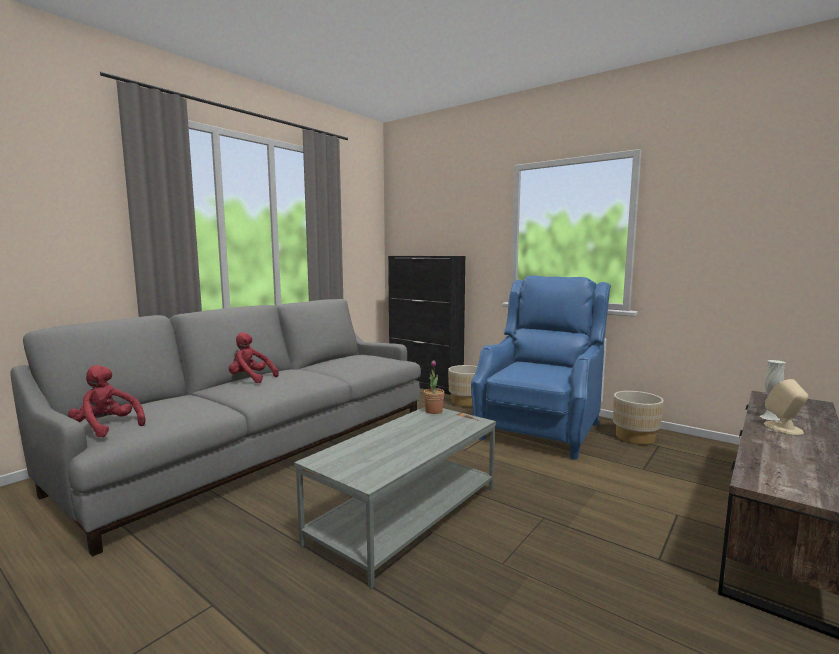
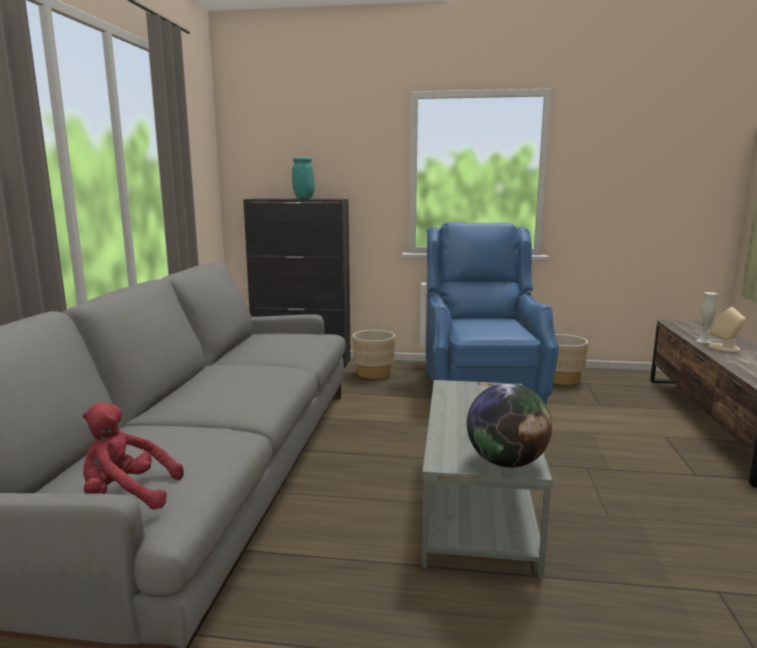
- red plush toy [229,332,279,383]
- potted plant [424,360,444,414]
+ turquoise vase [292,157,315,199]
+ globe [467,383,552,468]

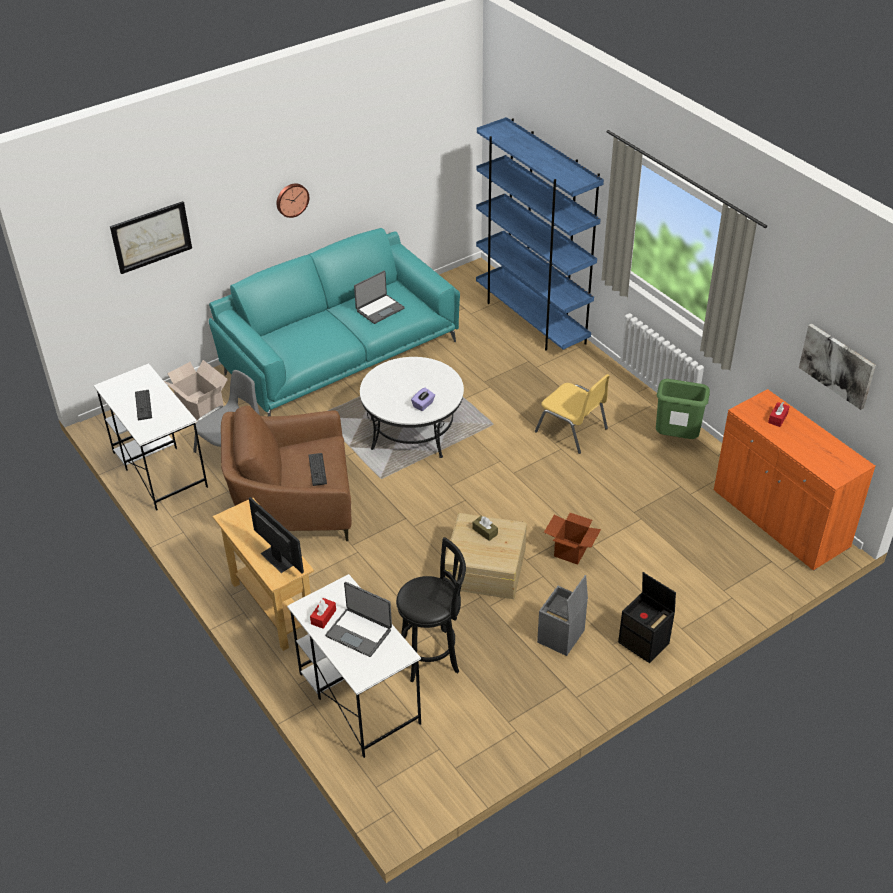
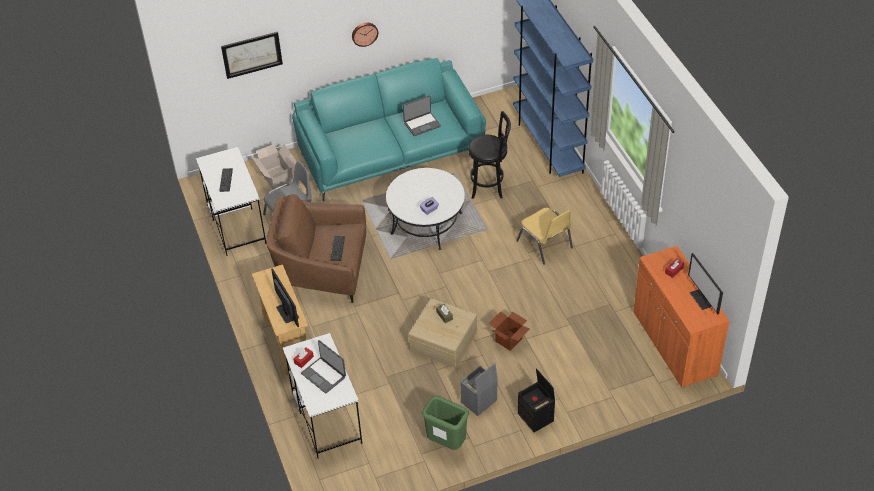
- picture [799,323,876,410]
~ green trash can [656,379,710,439] to [422,396,469,450]
~ black stool [396,537,466,682] to [468,111,511,199]
+ monitor [688,253,723,314]

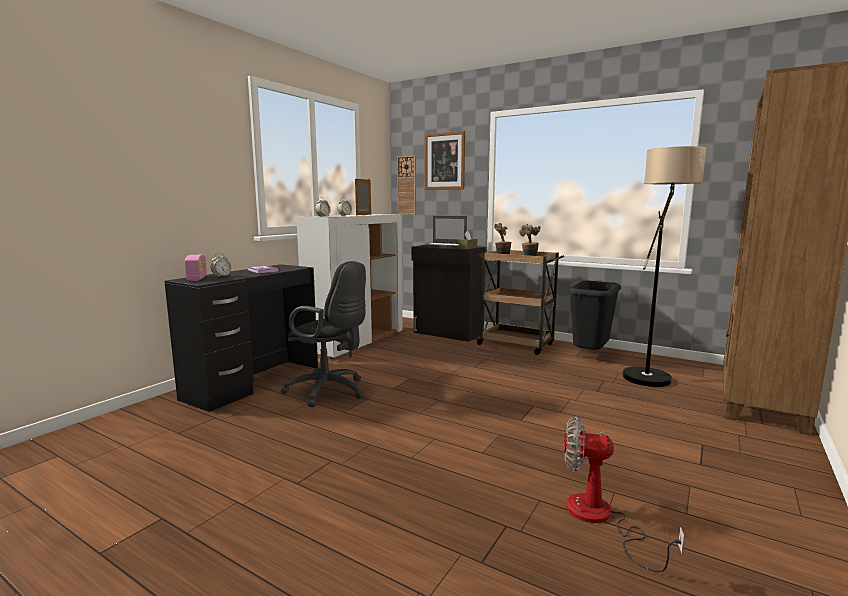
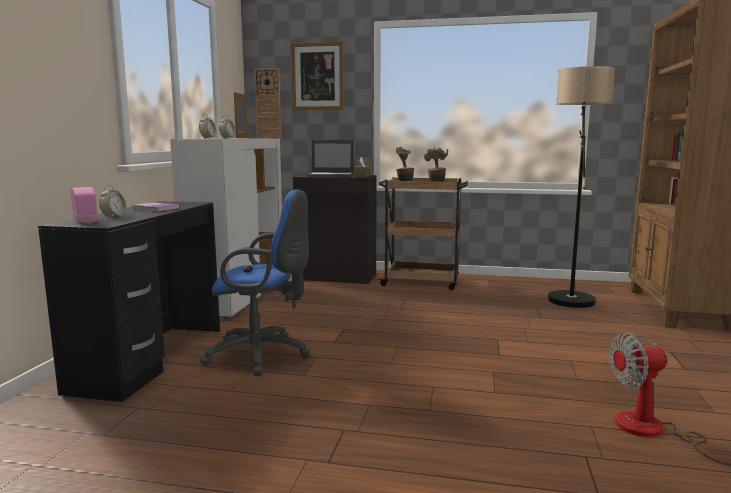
~ black office chair [281,261,366,407] to blue office chair [200,189,310,376]
- black trash can [568,281,621,350]

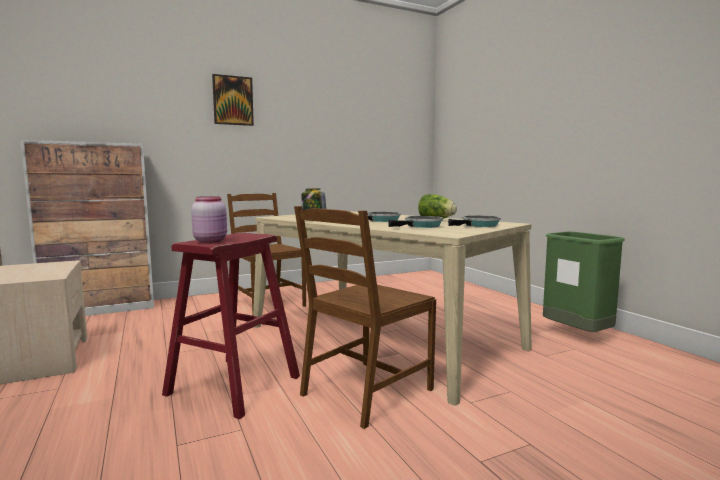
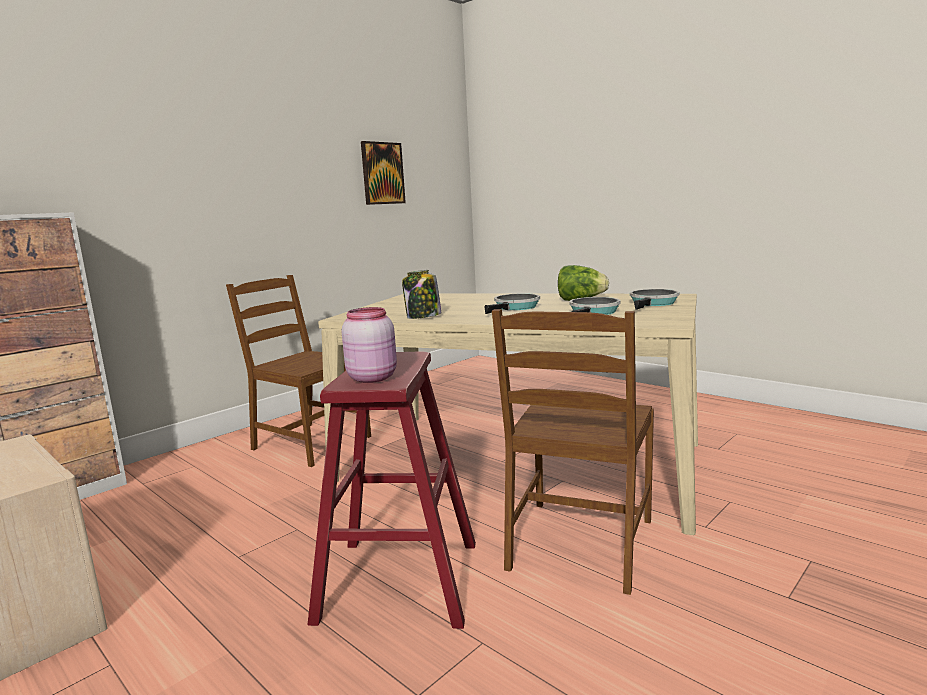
~ picture [212,74,254,126] to [361,141,406,205]
- green trash can [543,232,625,332]

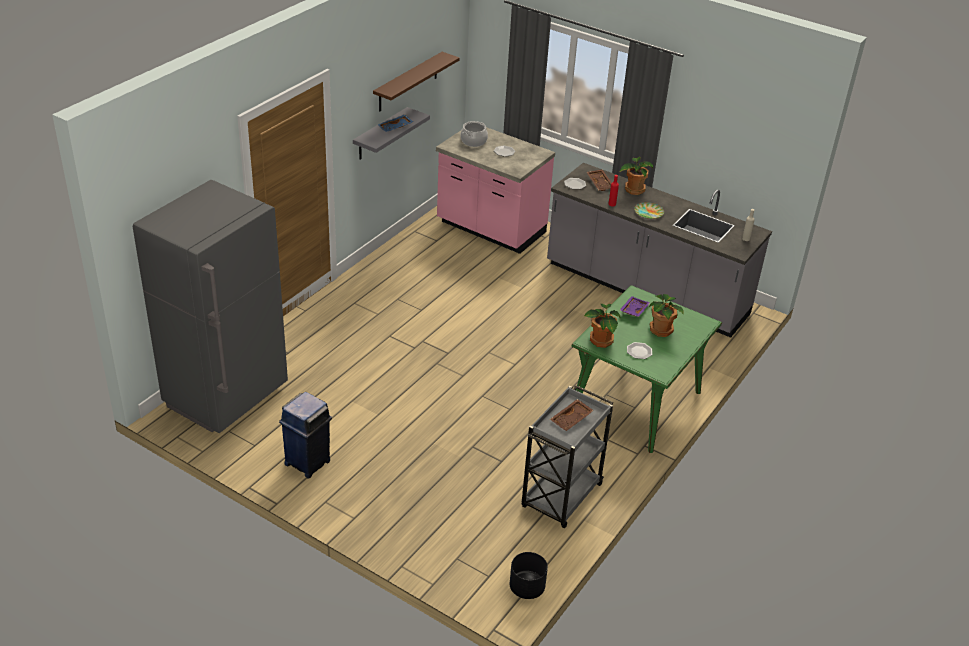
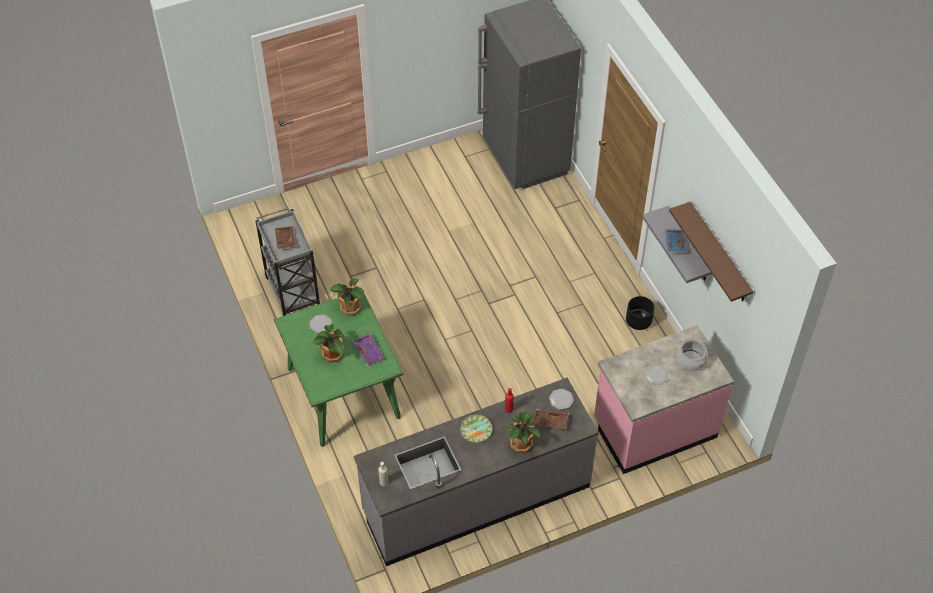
- blue trash can [279,392,332,478]
~ black planter [510,552,548,599] to [626,296,654,330]

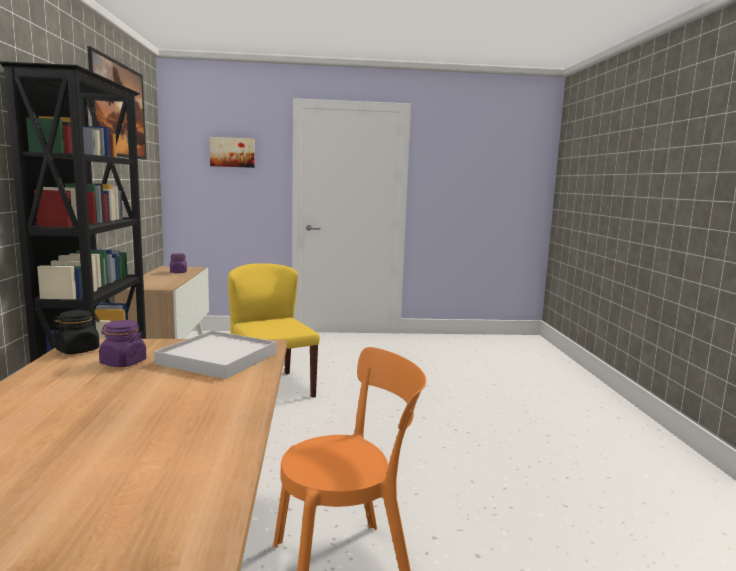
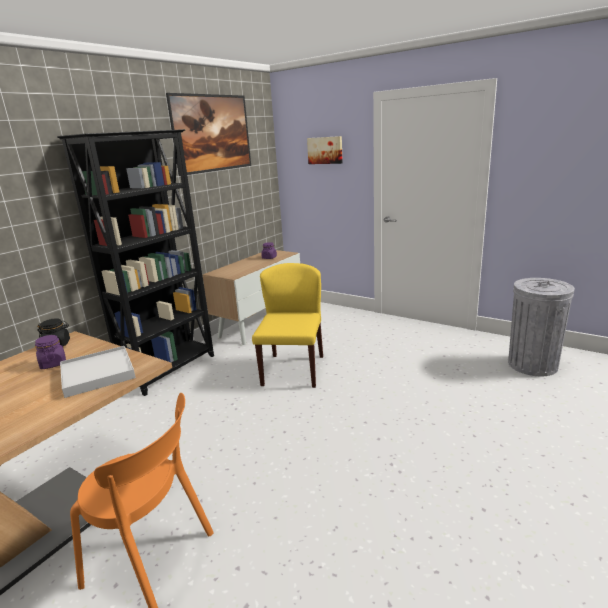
+ grey trash can [508,278,575,376]

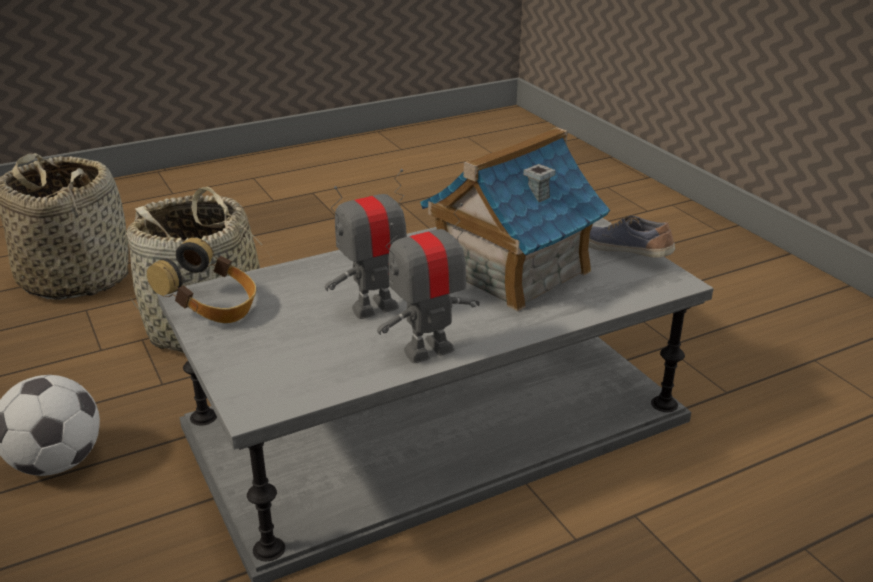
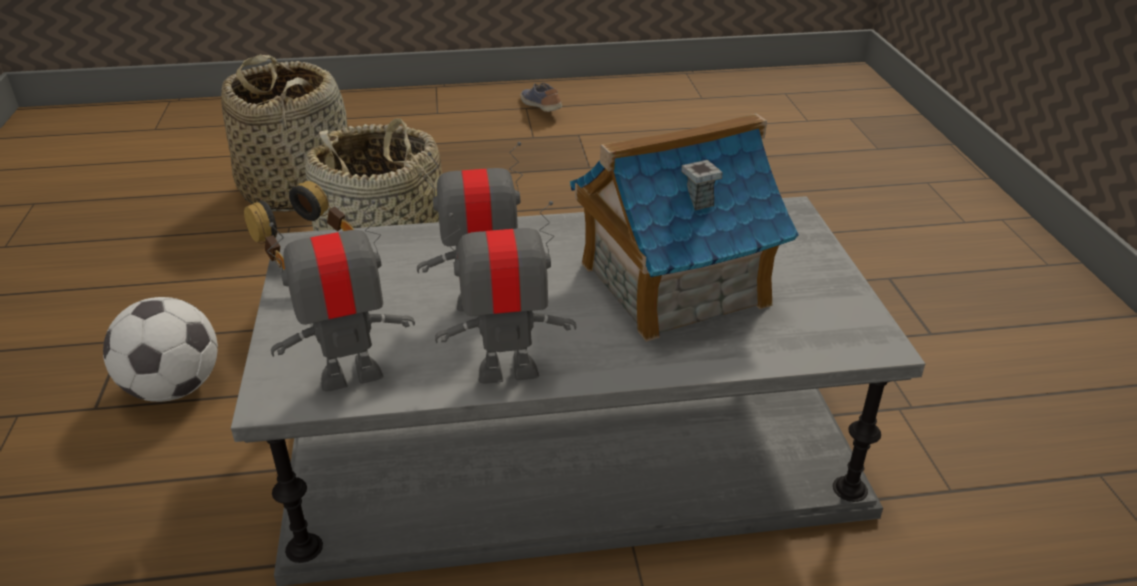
~ shoe [589,215,675,258] to [520,83,562,112]
+ toy robot [267,200,415,392]

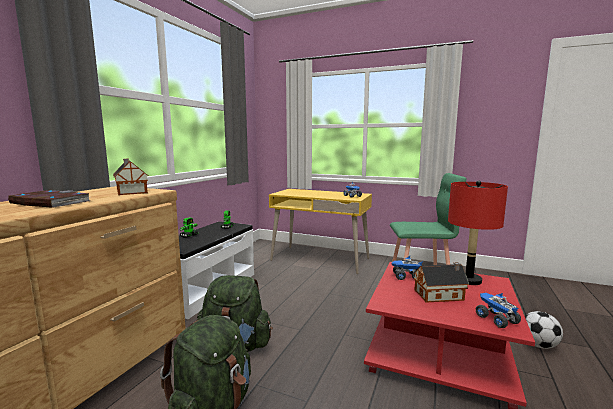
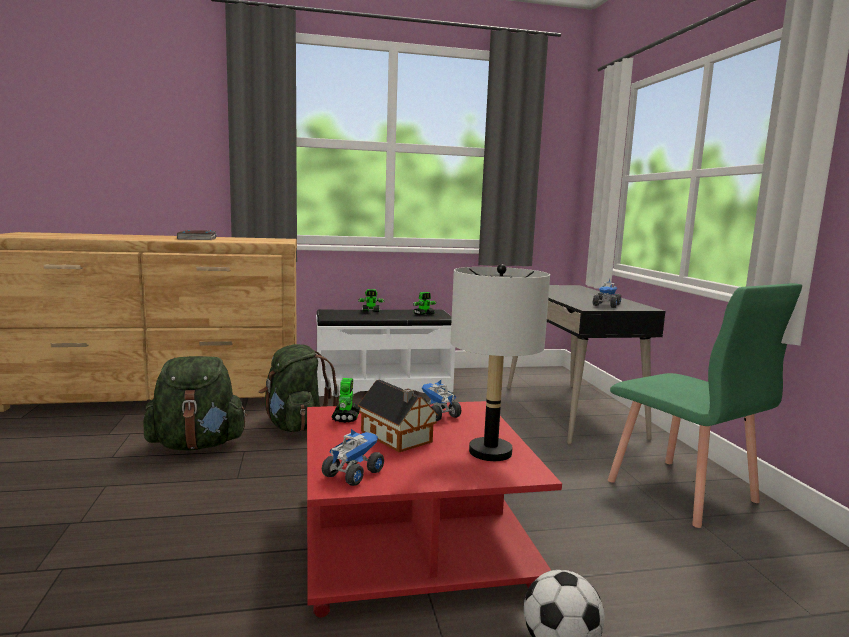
- toy house [113,159,148,195]
~ red table lamp [448,181,508,285] to grey table lamp [451,264,550,461]
~ yellow desk [269,189,372,274] to black desk [507,285,665,444]
+ toy robot [331,378,360,423]

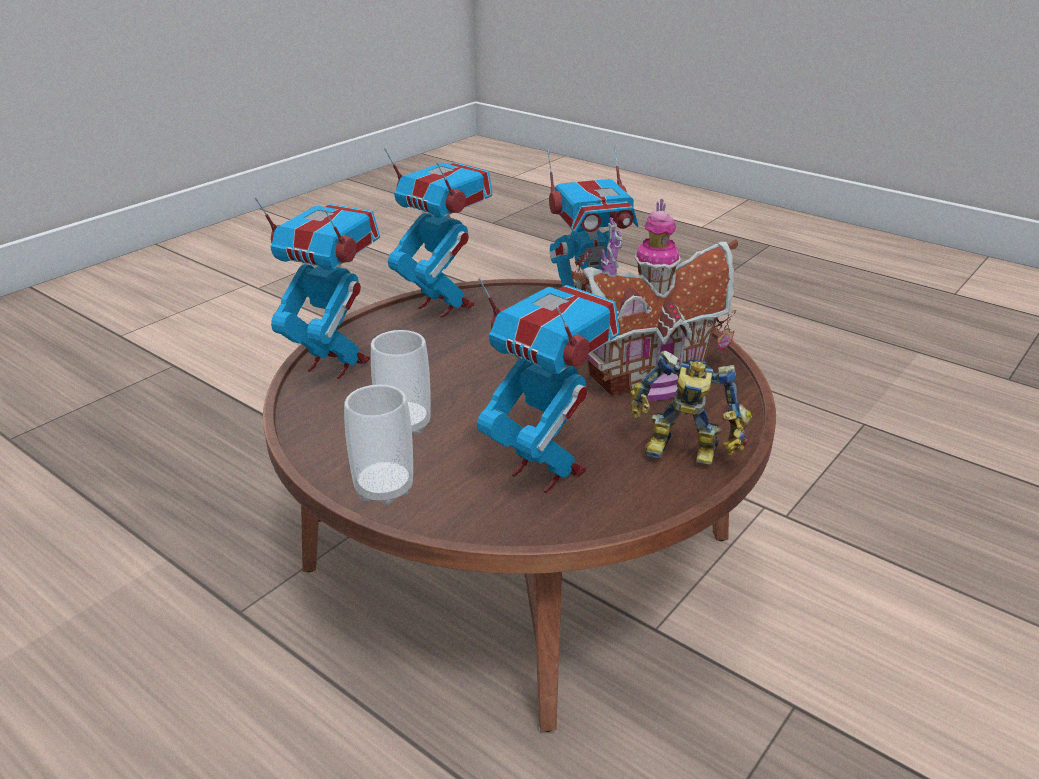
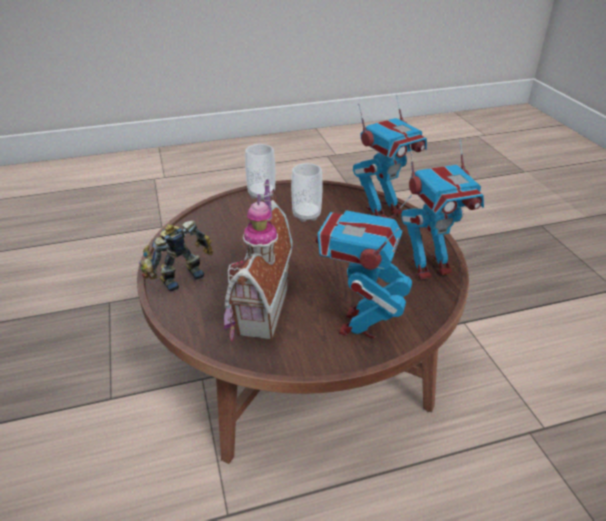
- toy robot [477,277,620,493]

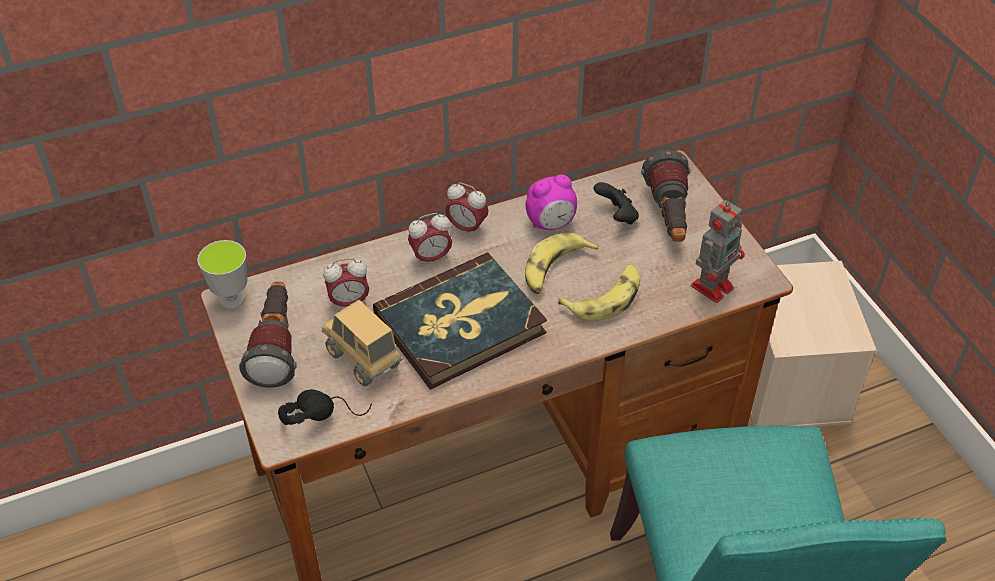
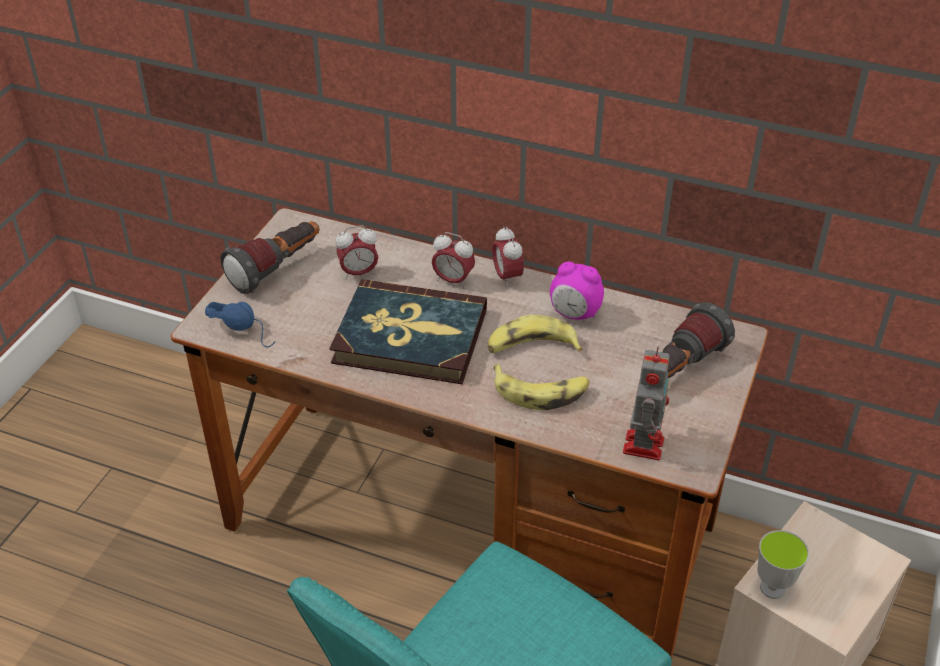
- black game controller [594,182,639,224]
~ toy robot [691,197,745,303] = [623,346,670,460] 75 degrees counterclockwise
~ cup [197,240,247,309] to [757,530,809,599]
~ alarm clock [323,258,369,311] = [335,225,378,280] 45 degrees counterclockwise
- toy truck [322,300,402,386]
~ black headphones [278,389,372,425] to blue headphones [205,302,276,347]

